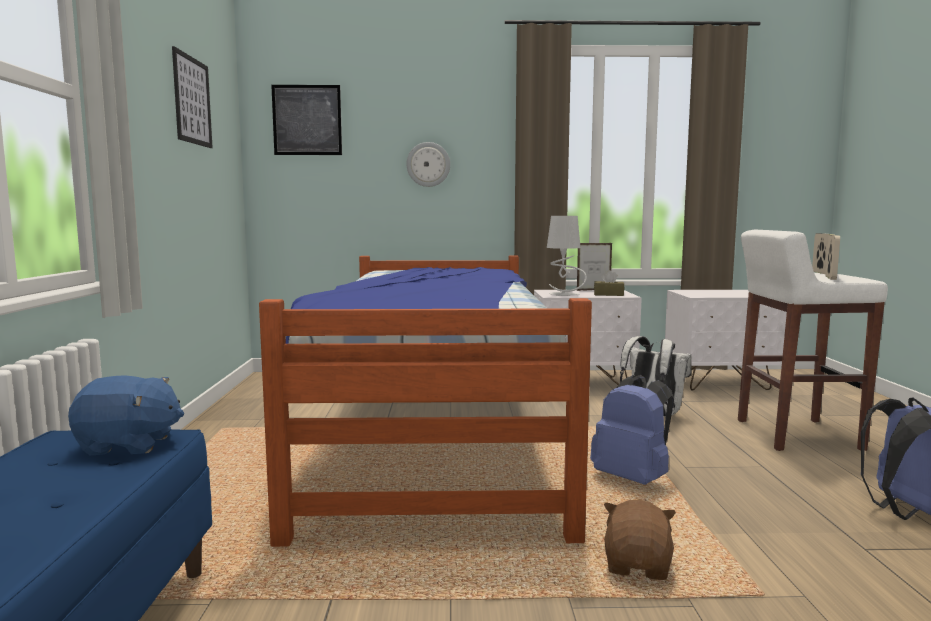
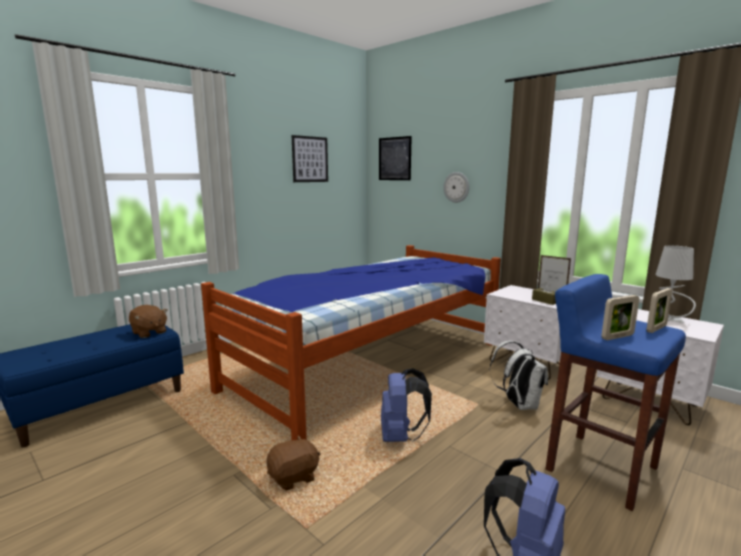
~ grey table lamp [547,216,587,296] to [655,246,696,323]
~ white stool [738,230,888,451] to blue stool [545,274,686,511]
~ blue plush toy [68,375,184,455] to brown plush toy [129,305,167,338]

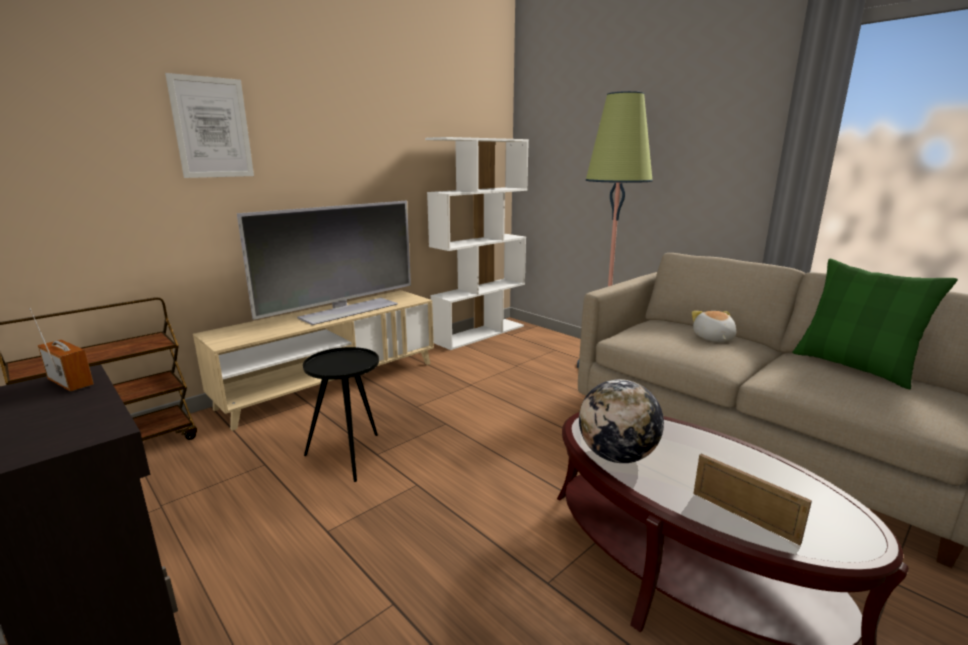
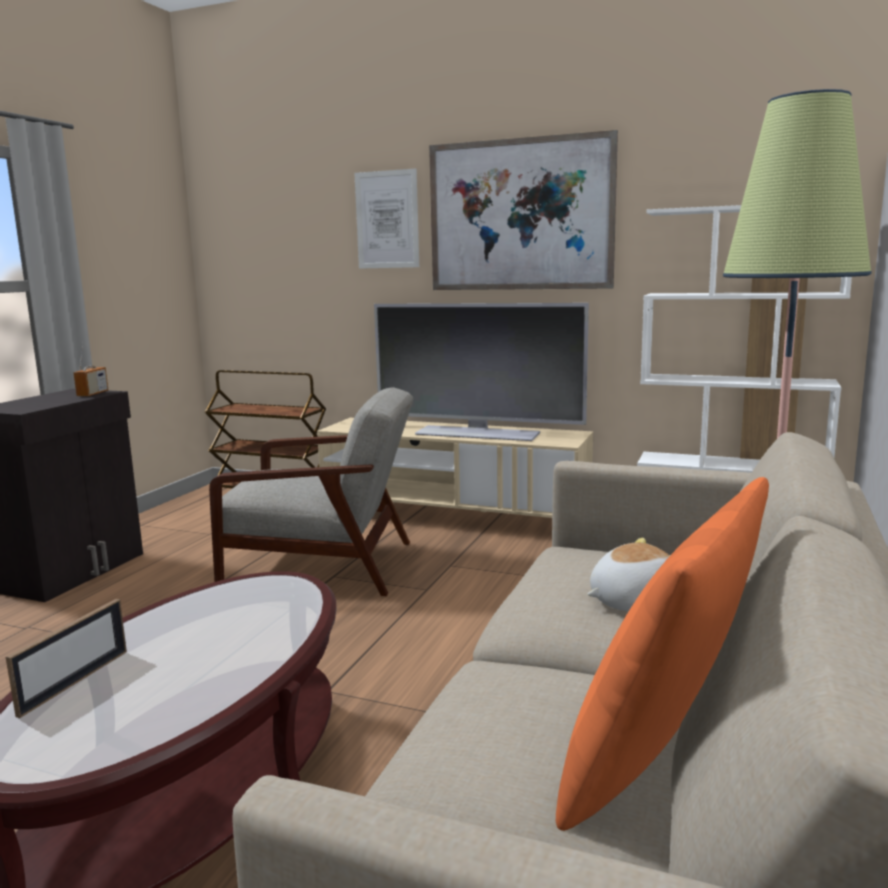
~ green pillow [792,259,958,389] to orange pillow [556,477,769,831]
~ black side table [303,347,379,482] to grey armchair [209,387,413,596]
- globe [579,379,664,463]
+ picture [429,130,618,290]

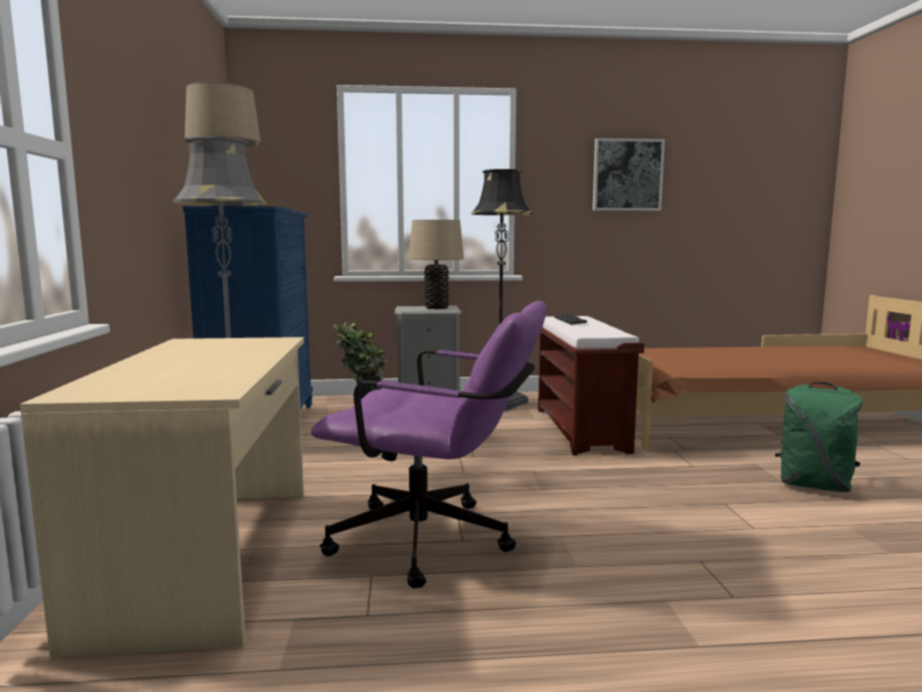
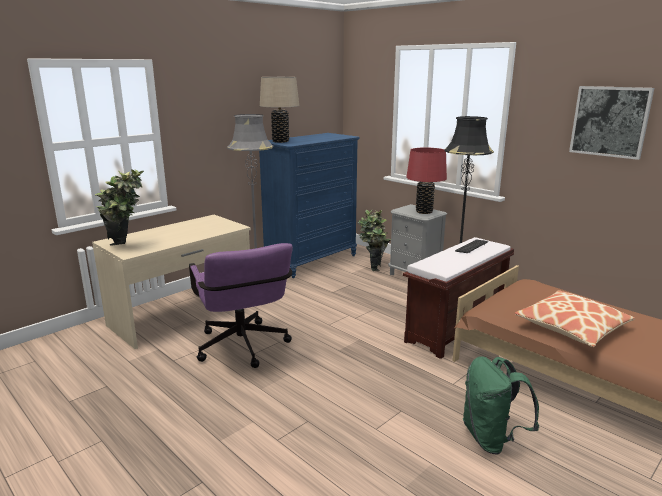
~ beige table lamp [409,220,464,309] to red table lamp [406,147,447,214]
+ potted plant [95,169,144,246]
+ pillow [515,290,635,347]

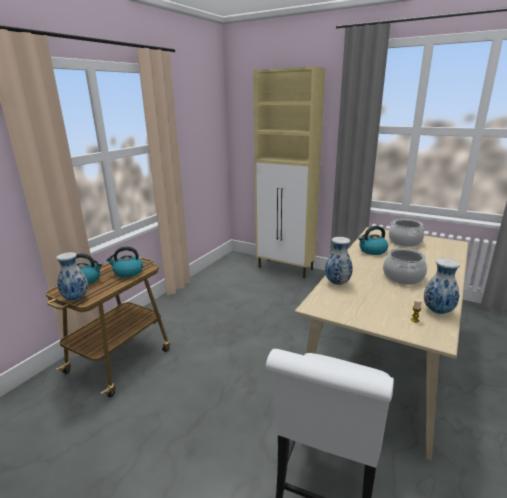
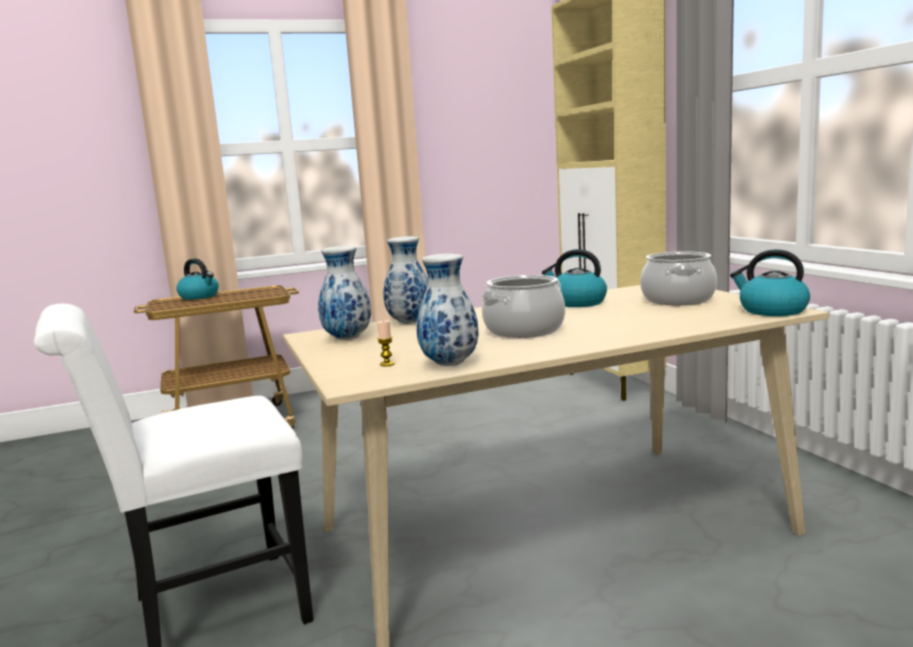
~ kettle [106,247,143,278] to [730,249,810,316]
~ vase [56,252,88,301] to [318,246,371,340]

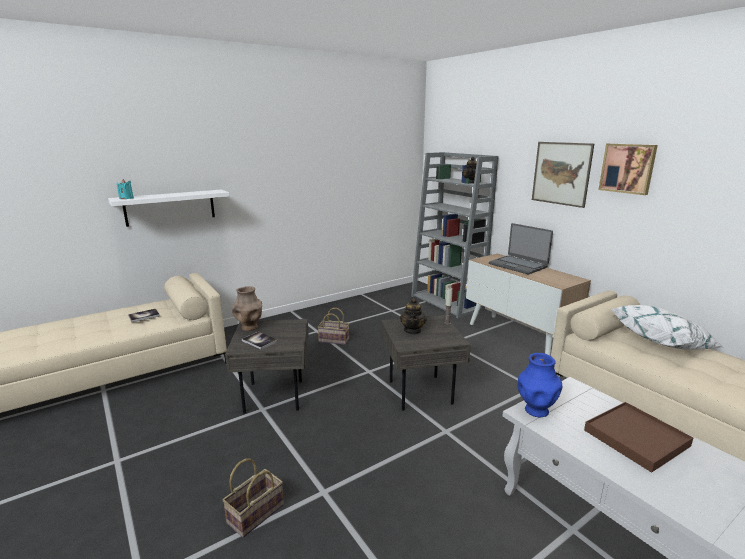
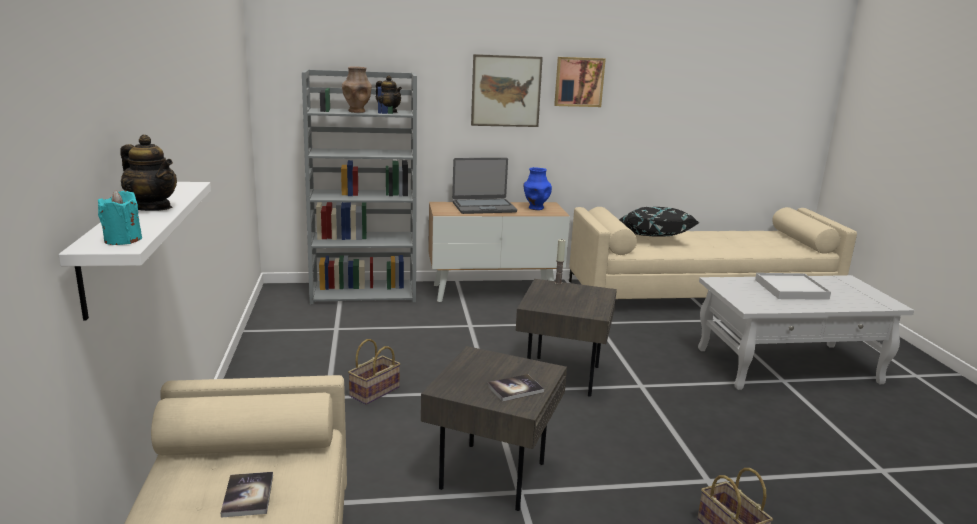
~ brown vase [232,286,262,331] to [342,66,372,113]
~ teapot [400,298,427,334] to [120,135,177,211]
~ white pillow [612,305,723,350] to black pillow [619,207,699,237]
~ blue vase [517,353,563,417] to [523,167,552,210]
~ brown tray [584,402,693,473] to white tray [755,273,831,300]

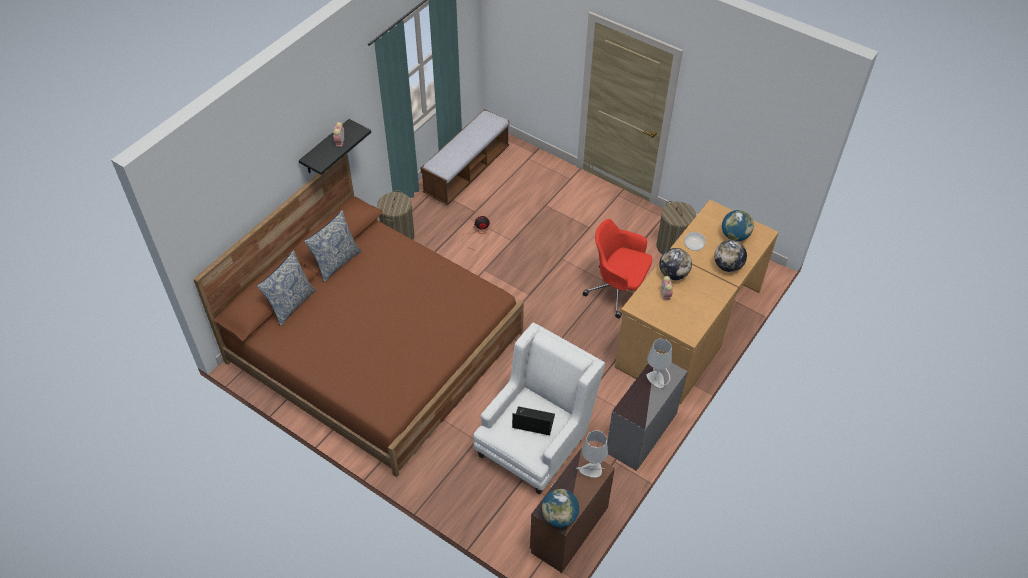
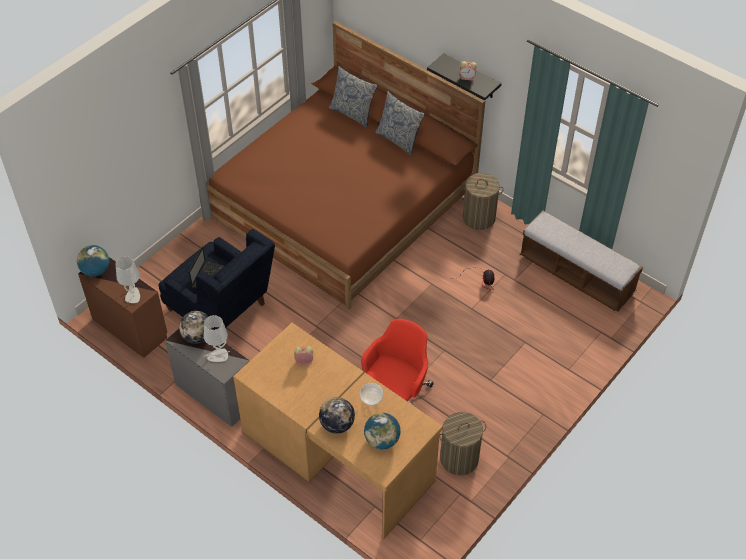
~ globe [659,248,692,280] to [179,311,213,344]
~ white armchair [474,322,605,495] to blue armchair [158,229,275,330]

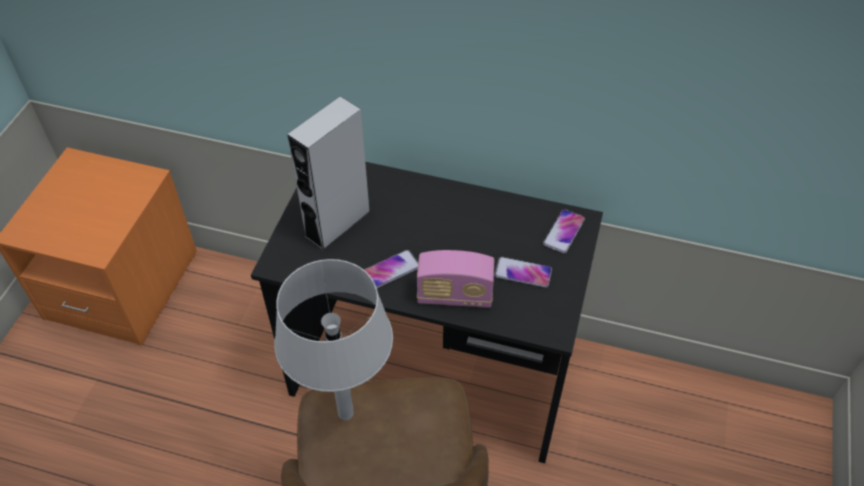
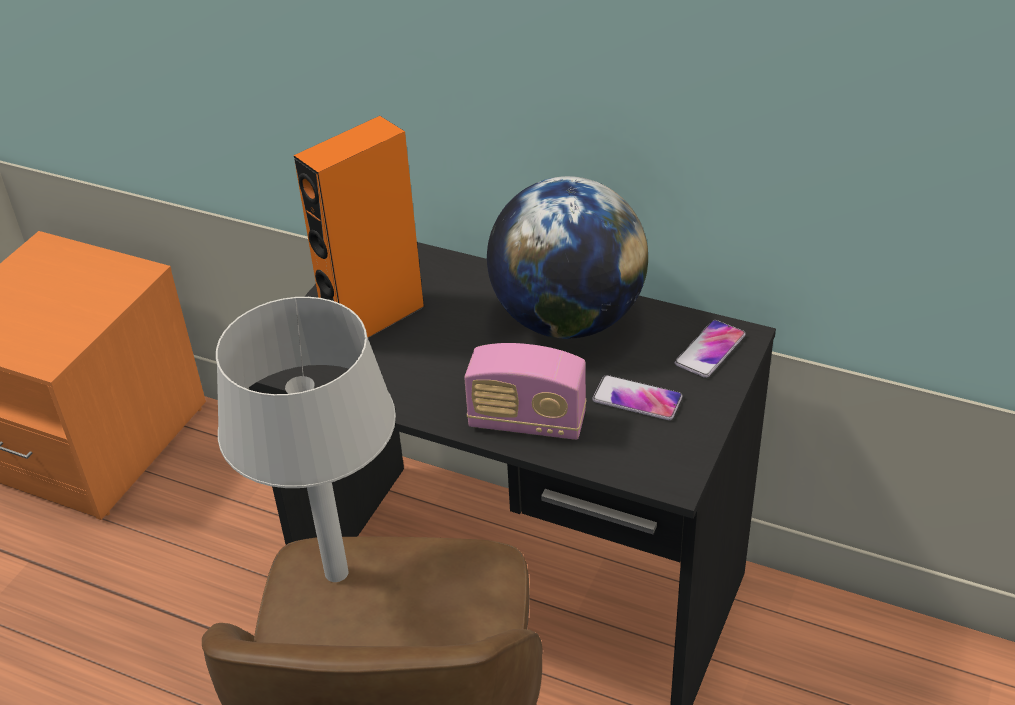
~ grey speaker [287,96,371,251] to orange speaker [294,116,426,339]
- phone [364,250,418,288]
+ globe [487,176,648,339]

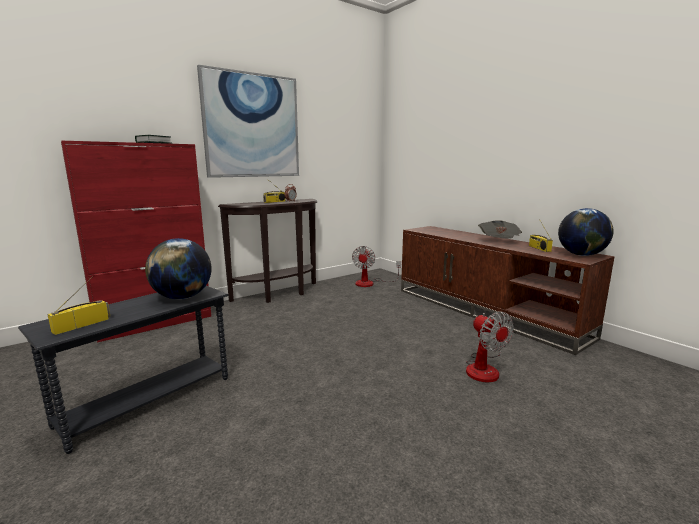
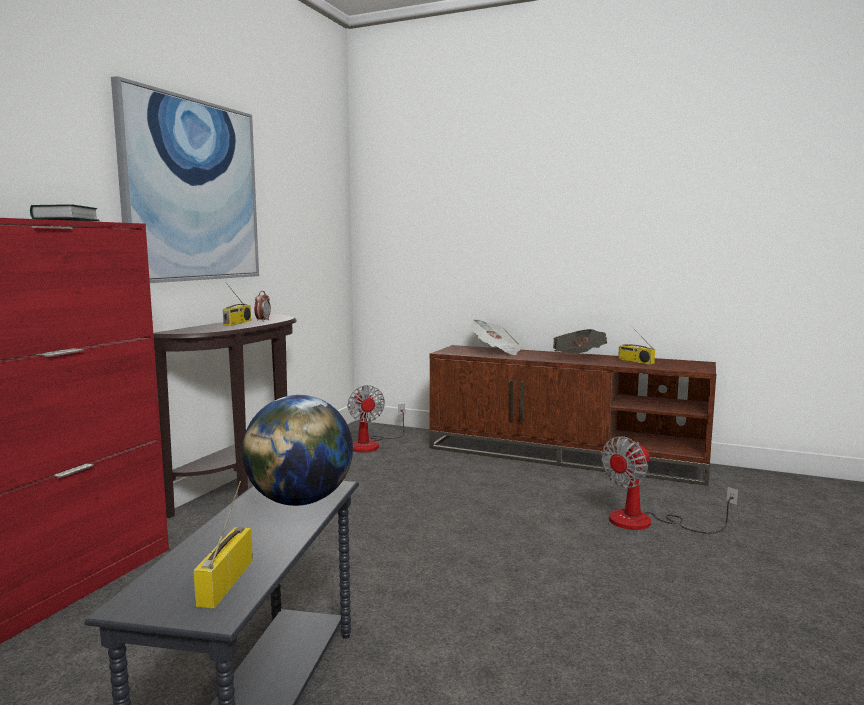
- globe [558,208,614,256]
~ fan [466,311,514,382] = [601,436,739,534] 105 degrees clockwise
+ newspaper [470,319,523,355]

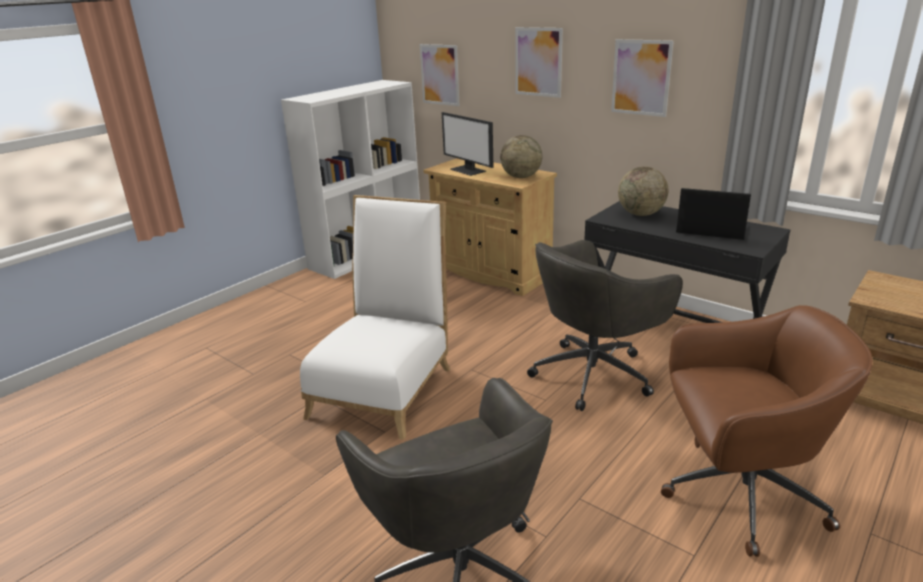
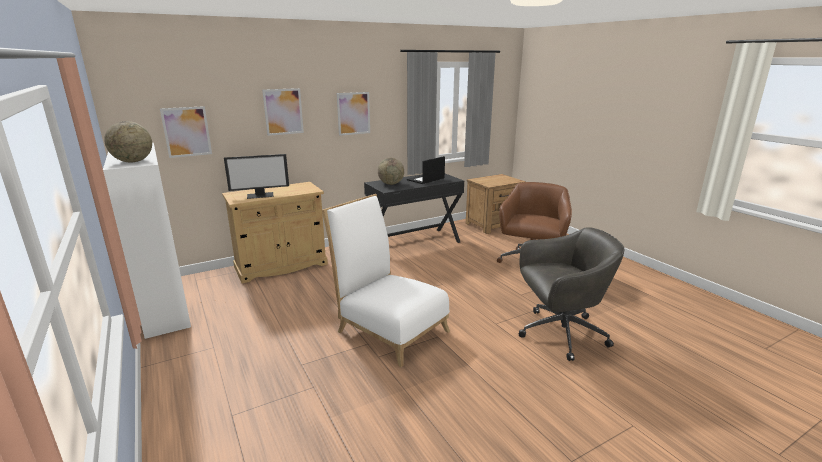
~ globe [500,135,542,178] to [104,121,152,162]
- grey office chair [527,240,683,411]

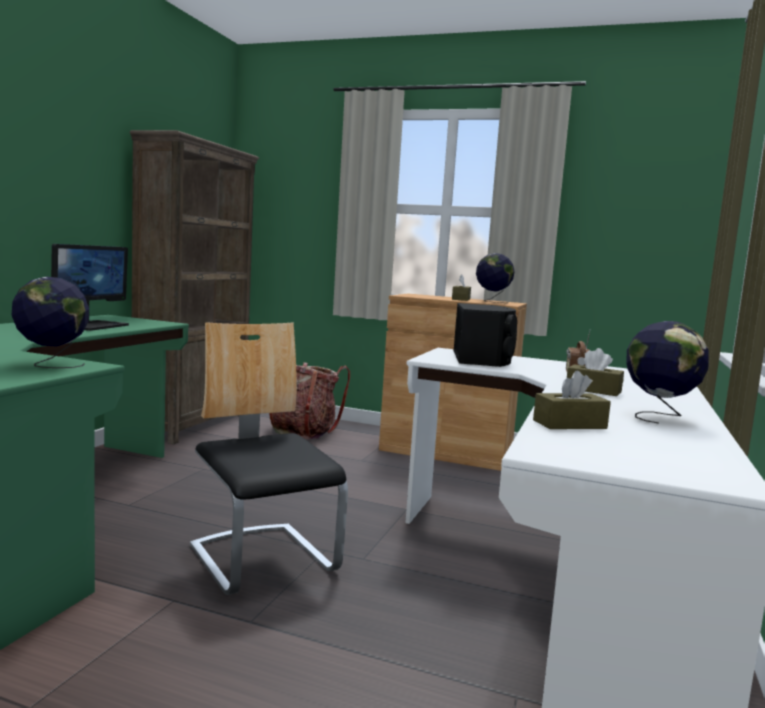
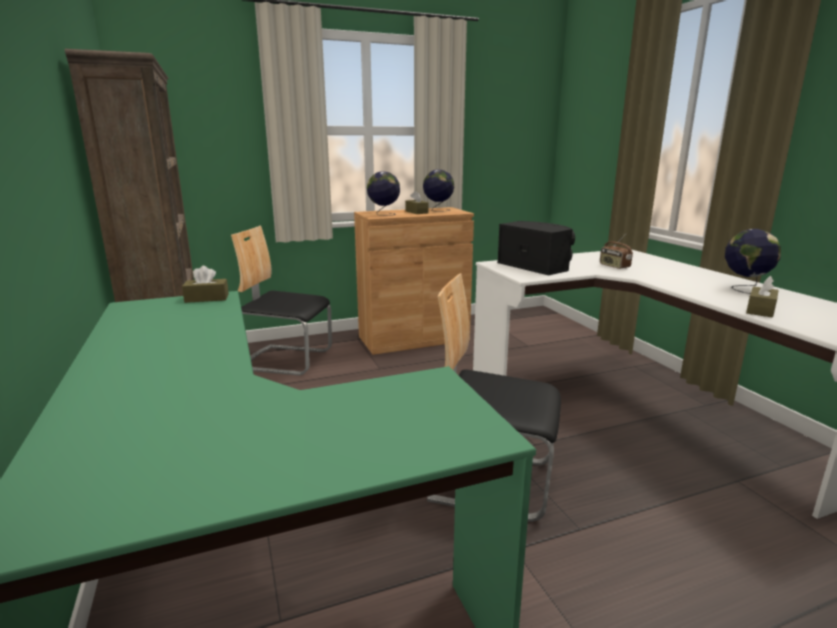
- monitor [51,244,129,331]
~ globe [12,276,89,368] to [367,172,400,216]
~ brown tissue box [567,348,624,396] to [182,266,229,303]
~ backpack [269,362,350,440] to chair [231,226,332,376]

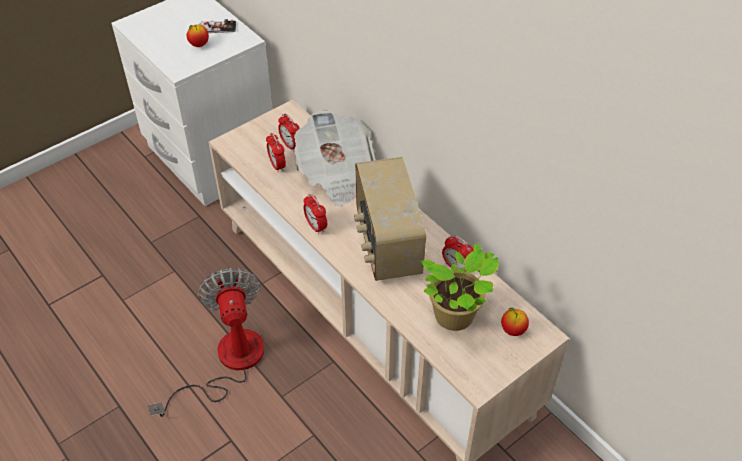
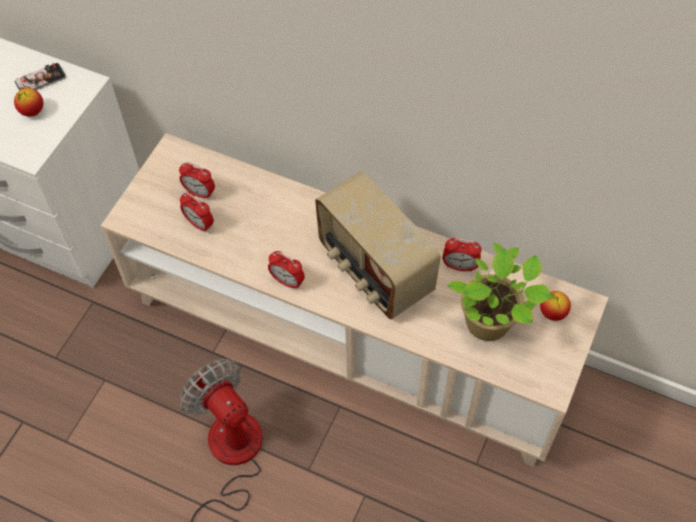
- newspaper [294,110,376,206]

